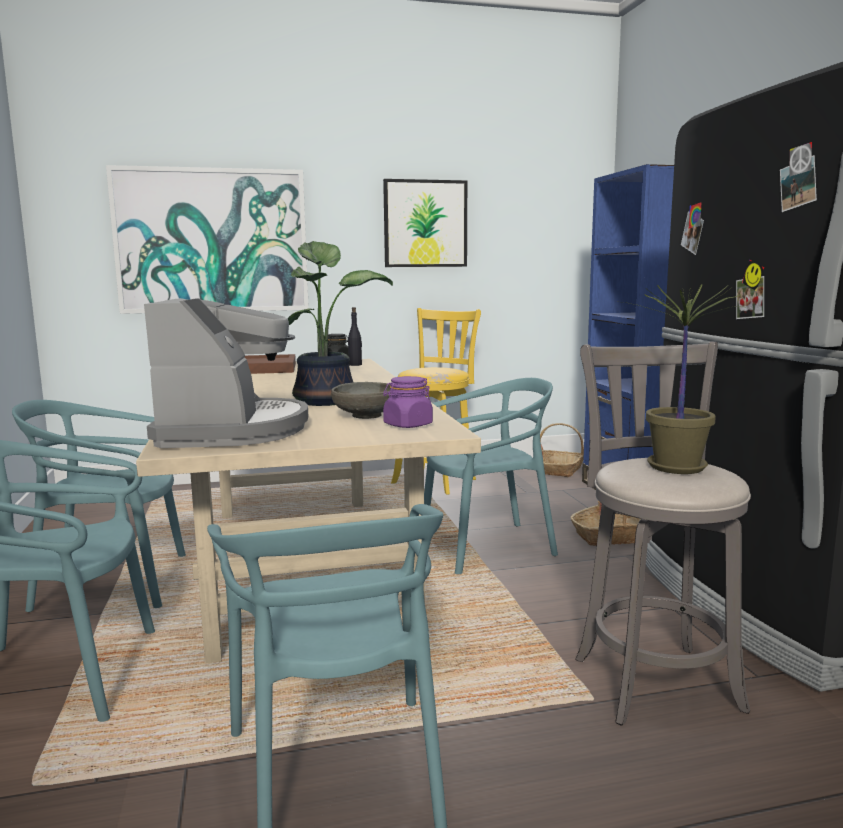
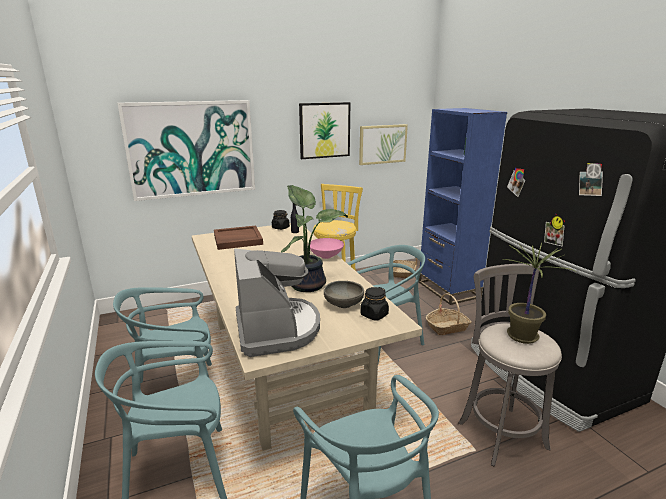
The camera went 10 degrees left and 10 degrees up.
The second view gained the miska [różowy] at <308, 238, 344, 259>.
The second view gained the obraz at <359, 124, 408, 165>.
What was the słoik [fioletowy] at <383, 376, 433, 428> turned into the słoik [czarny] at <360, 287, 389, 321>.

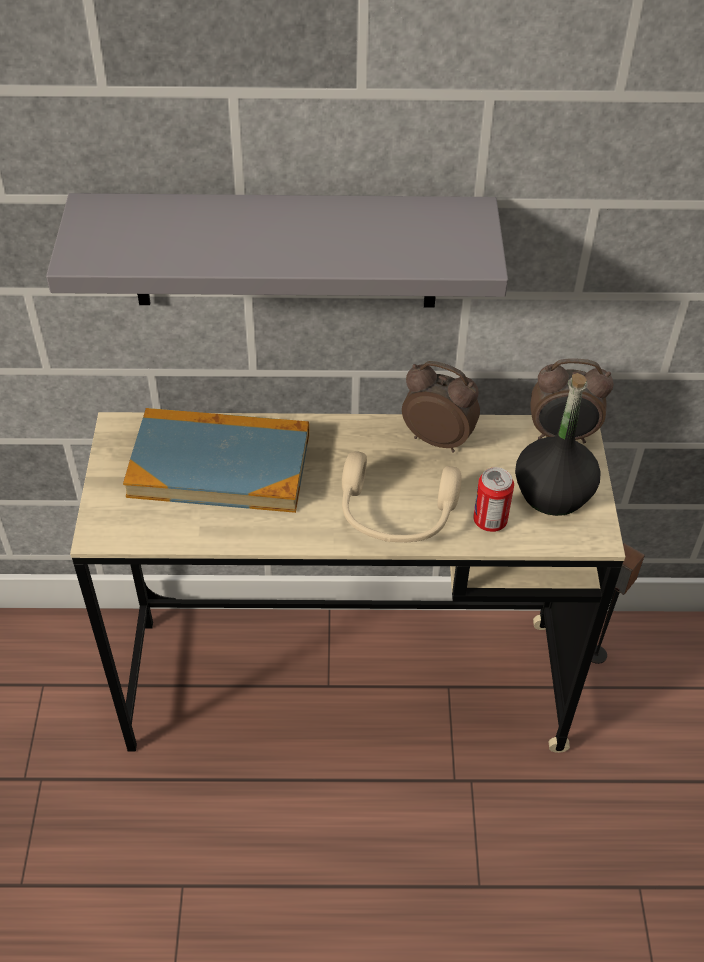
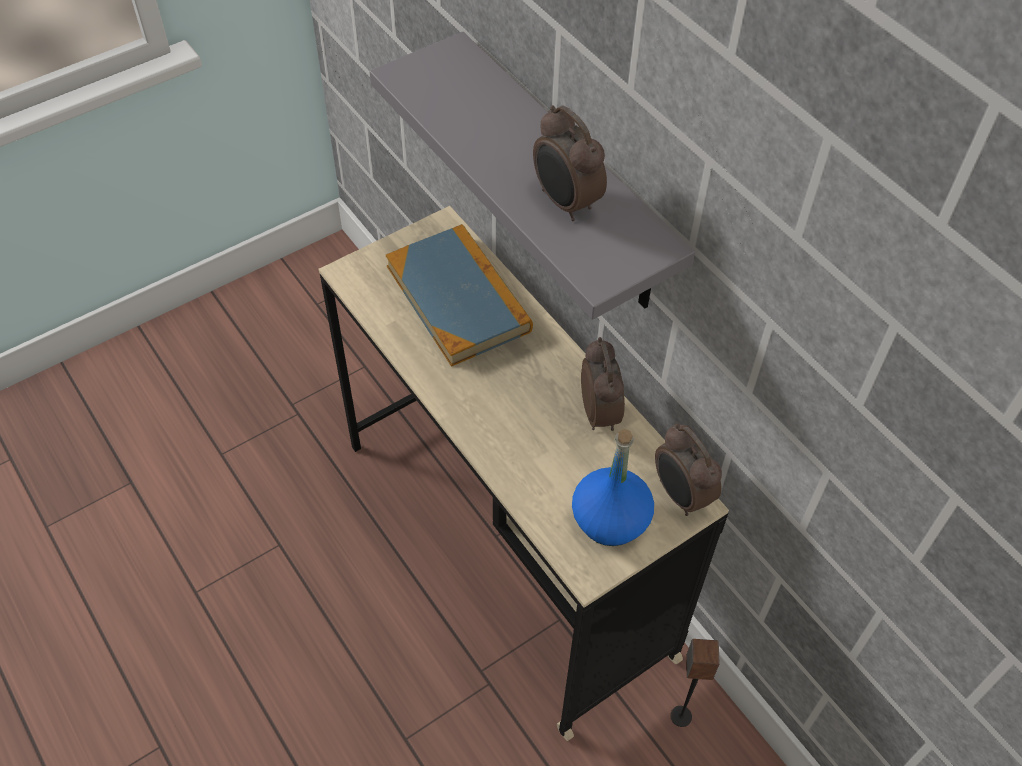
The camera went 55 degrees right and 5 degrees up.
The second view gained the budzik at <533, 105, 607, 221>.
What was the butelka [czarny] at <515, 373, 601, 516> turned into the butelka [niebieski] at <572, 429, 654, 546>.
The second view lost the słuchawki [beżowy] at <342, 451, 462, 542>.
The second view lost the puszka at <473, 467, 514, 532>.

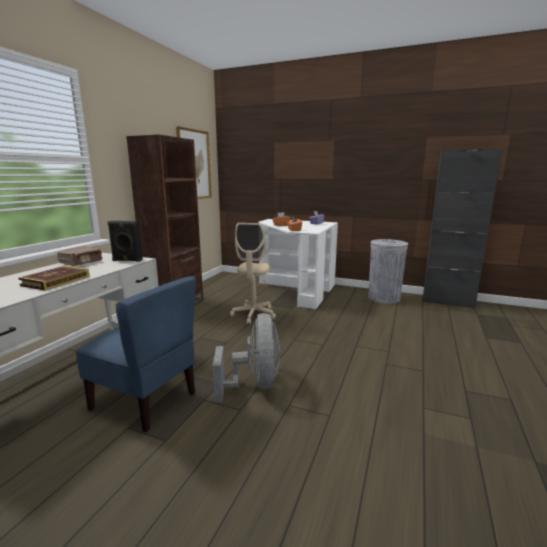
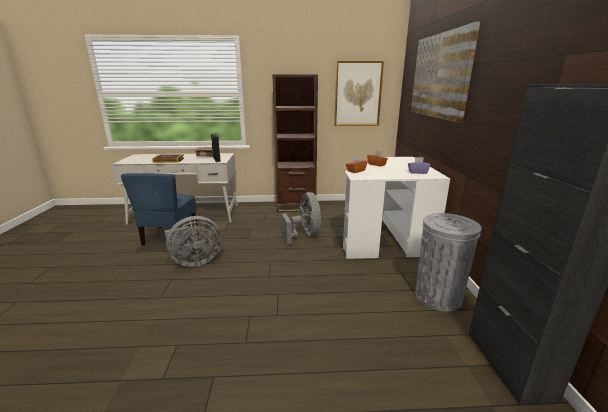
The camera went 65 degrees right and 5 degrees up.
Where the krzesło biurowe [beżowy] stood at <230, 223, 276, 324>, the wentylator [szary] came to stand at <282, 192, 321, 245>.
The second view gained the obraz at <411, 22, 480, 123>.

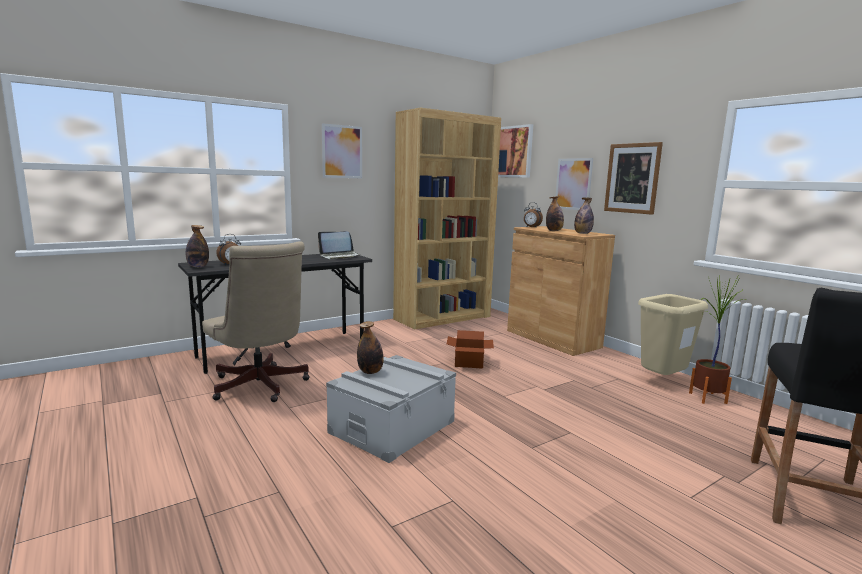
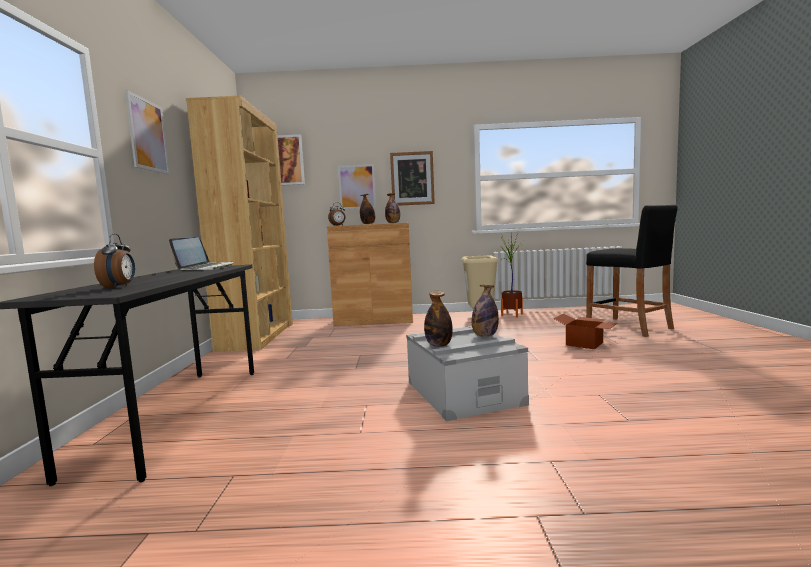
The camera went 55 degrees left and 5 degrees down.
The butelka ended up elsewhere, having gone from <186, 225, 209, 267> to <472, 285, 499, 337>.
The karton ended up elsewhere, having gone from <447, 330, 494, 369> to <553, 313, 618, 349>.
The second view lost the krzesło biurowe [beżowy] at <202, 241, 310, 402>.

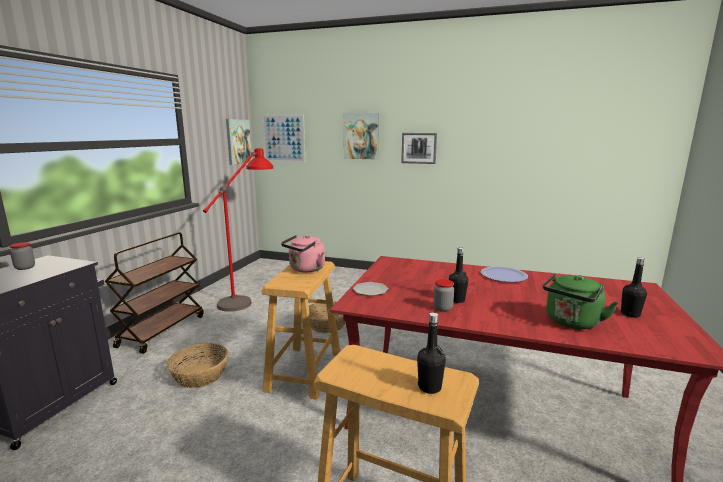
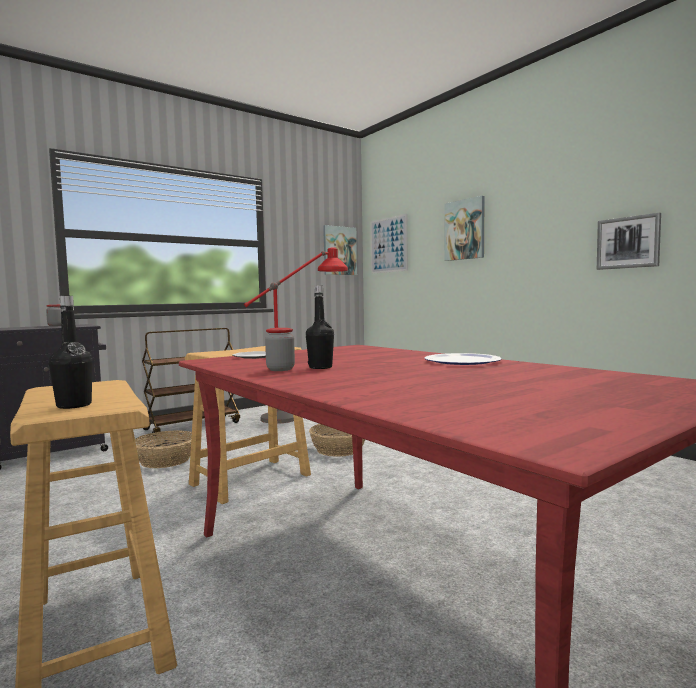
The camera went 35 degrees right and 10 degrees down.
The obraz ended up elsewhere, having gone from <401, 133, 437, 164> to <597, 213, 661, 270>.
The second view lost the czajnik [różowy] at <281, 235, 325, 272>.
The second view lost the czajnik [zielony] at <543, 273, 618, 329>.
The second view lost the butelka [czarny] at <621, 258, 647, 318>.

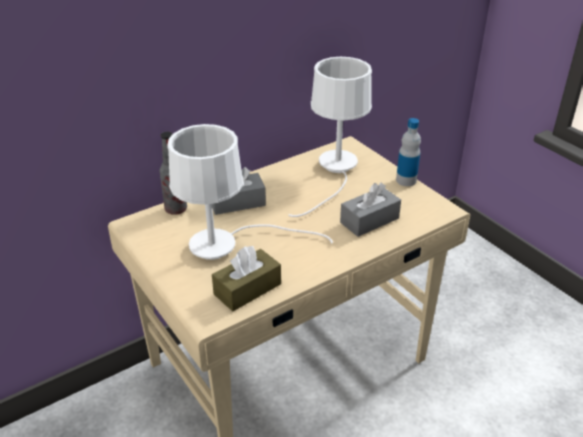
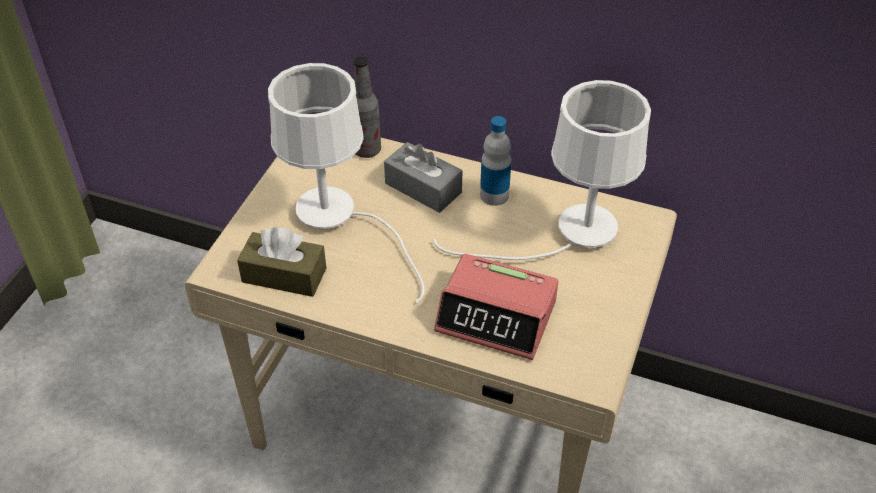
The camera went 55 degrees right and 10 degrees up.
Where the pudełko chusteczek [szary] stood at <340, 183, 401, 237>, the budzik came to stand at <434, 254, 558, 360>.
The butelka ended up elsewhere, having gone from <396, 118, 421, 186> to <480, 116, 511, 206>.

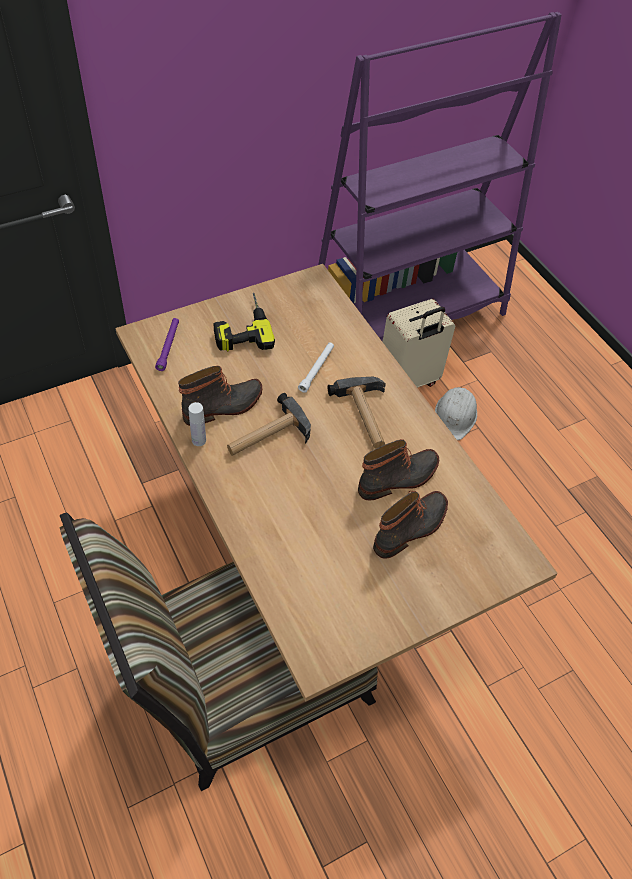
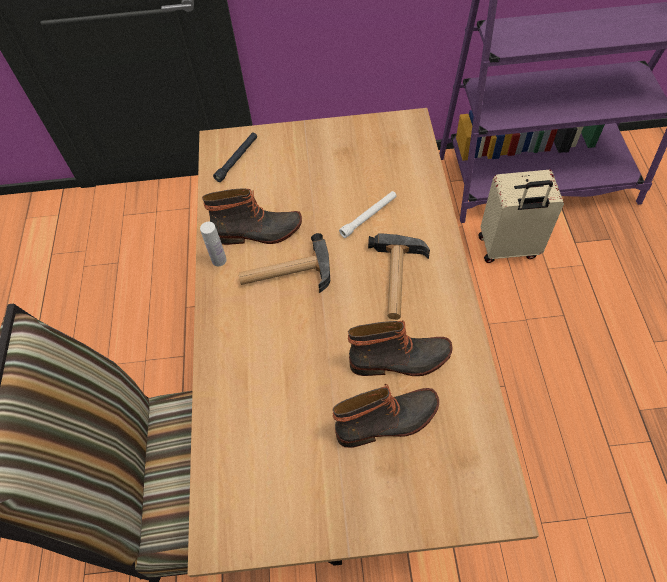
The camera went 30 degrees right and 5 degrees up.
What was the latarka [fioletowy] at <155, 318, 179, 371> turned into the latarka [czarny] at <213, 133, 257, 182>.
The second view lost the wiertarka at <213, 292, 275, 352>.
The second view lost the kask [biały] at <435, 387, 477, 440>.

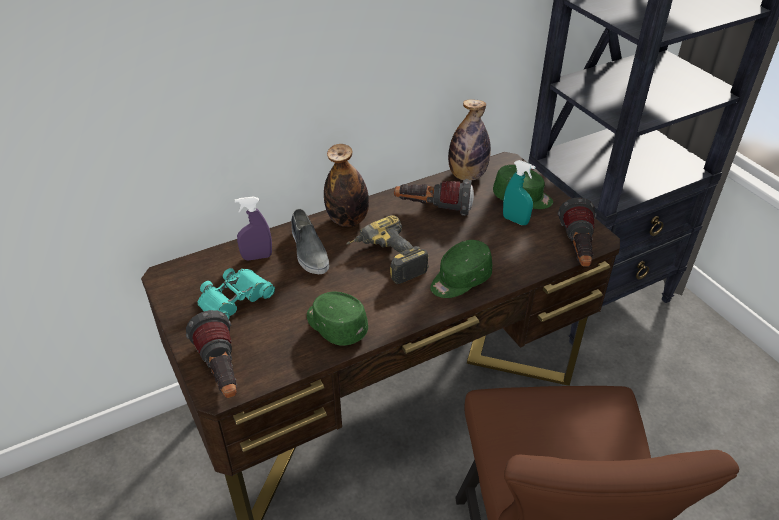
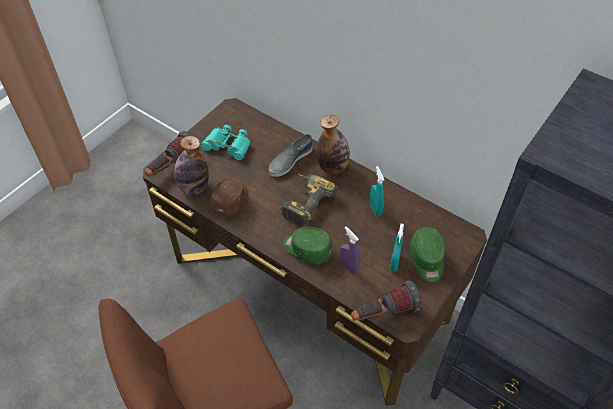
The camera went 65 degrees right and 10 degrees up.
The butelka ended up elsewhere, having gone from <448, 99, 491, 180> to <174, 136, 209, 195>.
What was the czapka z daszkiem [zielony] at <307, 291, 368, 346> turned into the czapka z daszkiem [brązowy] at <211, 178, 247, 216>.
The spryskiwacz [fioletowy] ended up elsewhere, having gone from <235, 196, 272, 261> to <340, 226, 360, 275>.
Where the latarka stood at <394, 179, 474, 216>, the spryskiwacz [turkusowy] came to stand at <370, 166, 384, 216>.

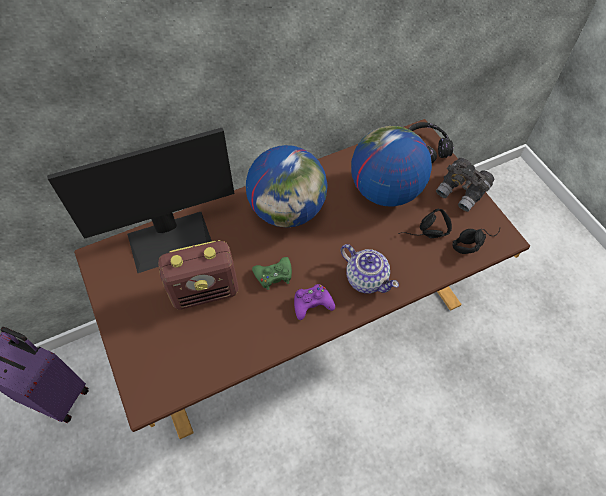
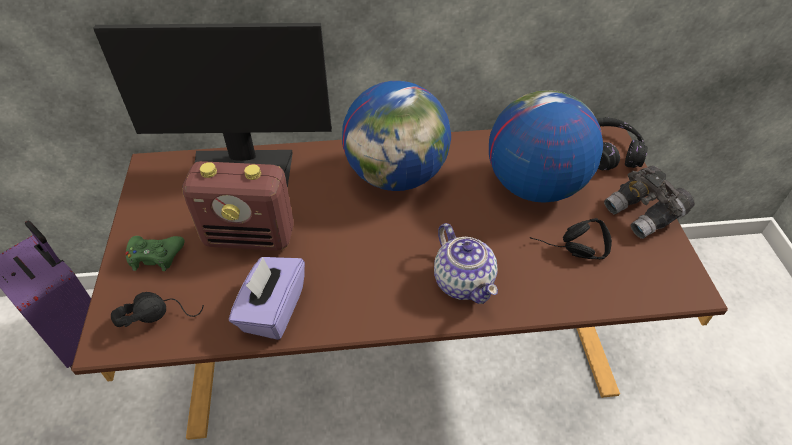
The camera went 20 degrees right and 10 degrees down.
The słuchawki [czarny] ended up elsewhere, having gone from <452, 229, 500, 254> to <111, 292, 204, 327>.
The pad do gier [zielony] ended up elsewhere, having gone from <252, 257, 292, 290> to <125, 236, 185, 271>.
The second view gained the pudełko chusteczek [fioletowy] at <229, 257, 305, 340>.
The second view lost the pad do gier [fioletowy] at <294, 284, 335, 320>.

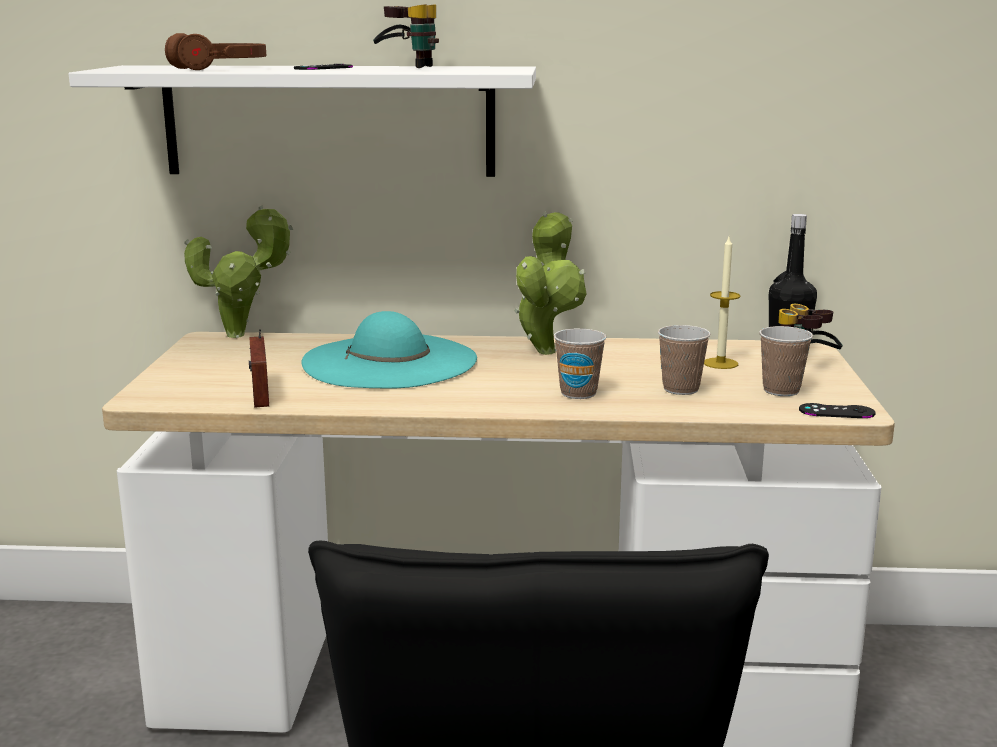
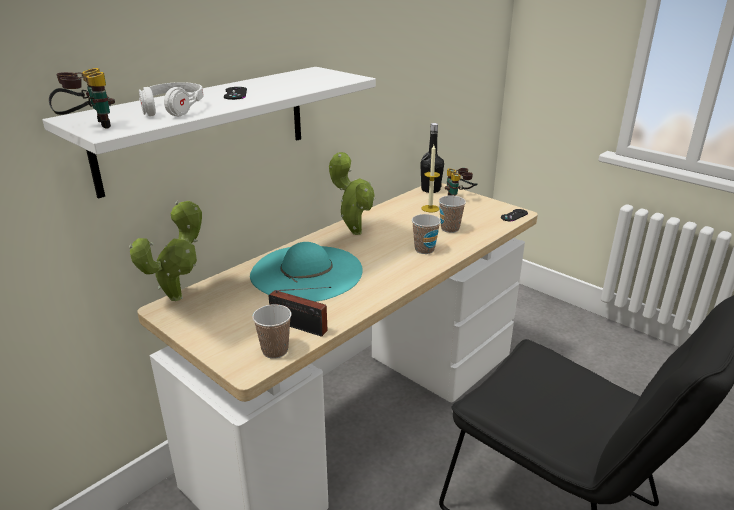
The camera went 50 degrees left and 10 degrees up.
The lornetka ended up elsewhere, having gone from <373, 4, 439, 68> to <49, 68, 115, 129>.
What was the słuchawki [brązowy] at <165, 33, 266, 70> turned into the słuchawki [biały] at <139, 82, 204, 116>.
The filiżanka ended up elsewhere, having gone from <759, 326, 813, 396> to <252, 304, 292, 358>.

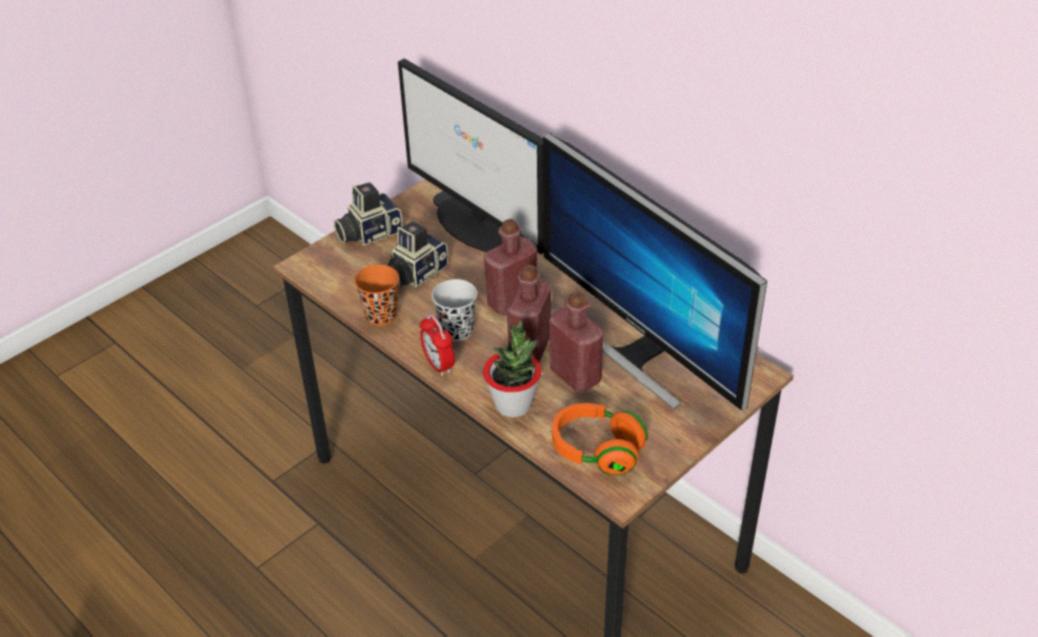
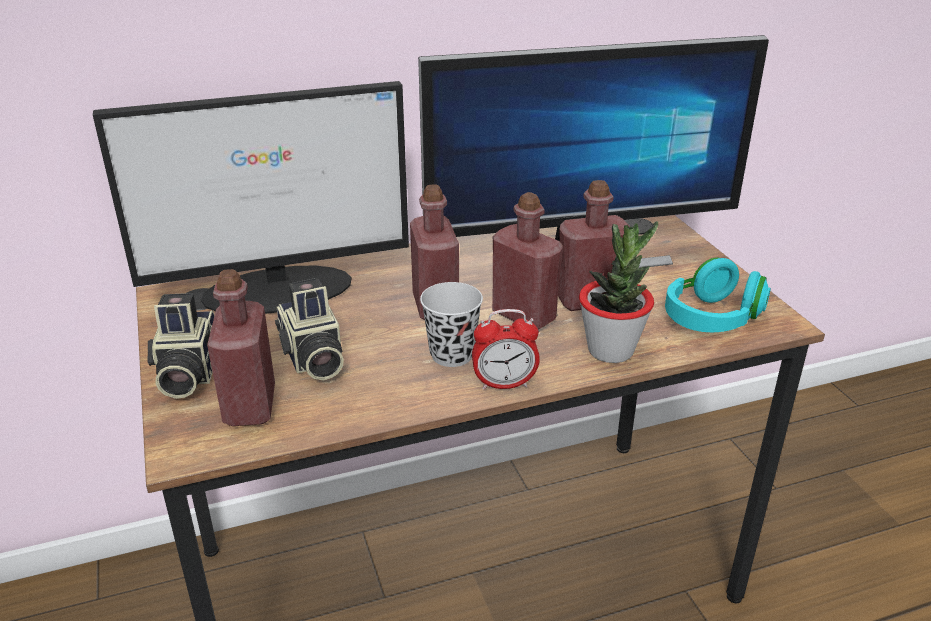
The camera went 65 degrees left and 10 degrees down.
The second view gained the butelka [czerwony] at <207, 269, 275, 426>.
What was the słuchawki [pomarańczowy] at <552, 403, 648, 475> turned into the słuchawki [turkusowy] at <665, 257, 771, 332>.
The second view lost the filiżanka [pomarańczowy] at <354, 265, 399, 326>.

